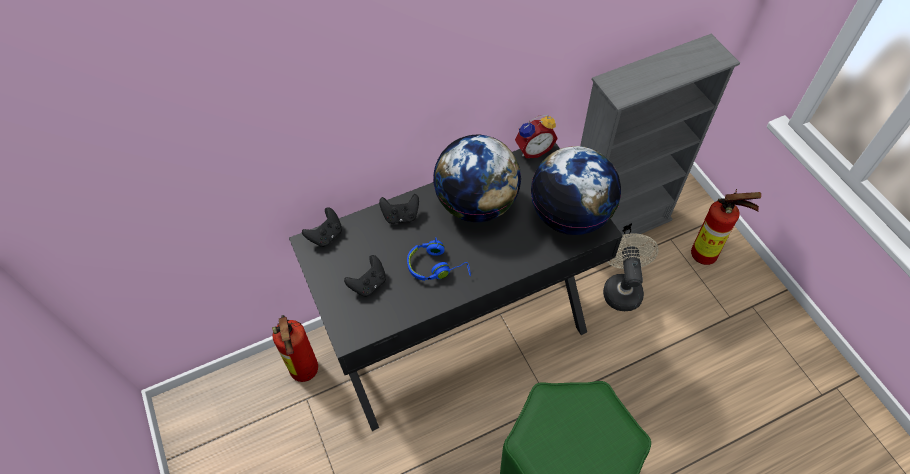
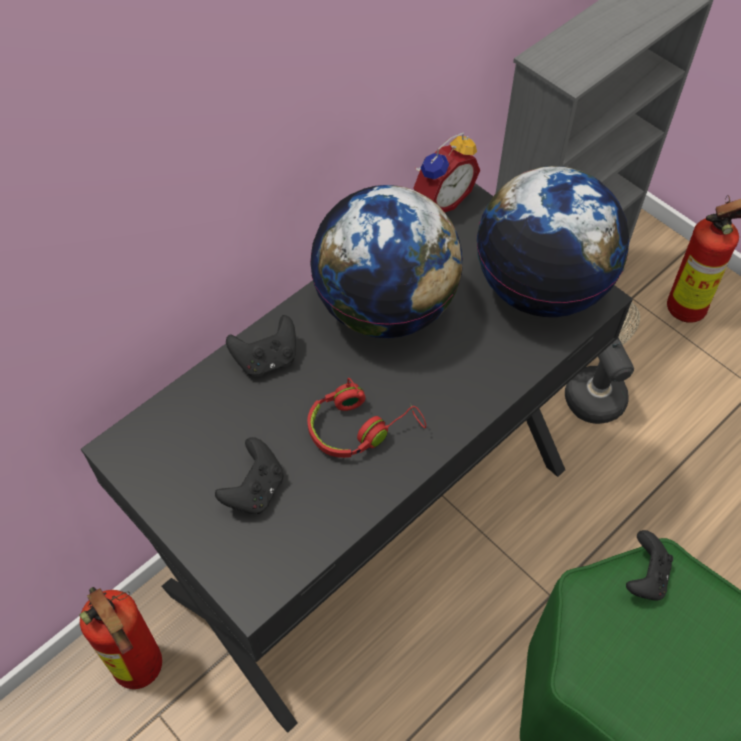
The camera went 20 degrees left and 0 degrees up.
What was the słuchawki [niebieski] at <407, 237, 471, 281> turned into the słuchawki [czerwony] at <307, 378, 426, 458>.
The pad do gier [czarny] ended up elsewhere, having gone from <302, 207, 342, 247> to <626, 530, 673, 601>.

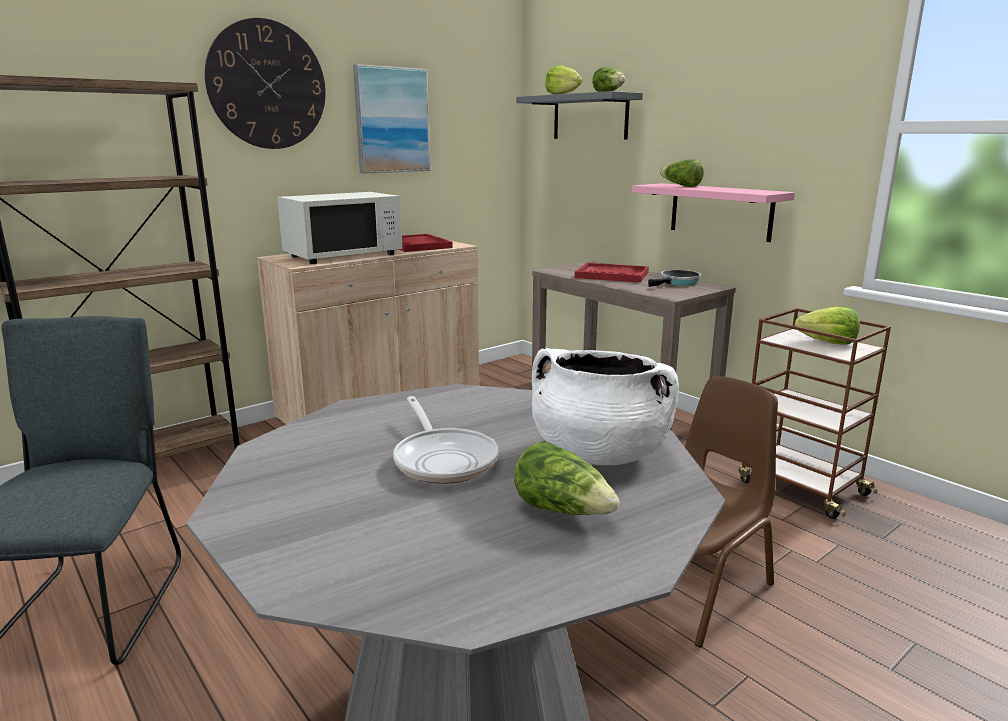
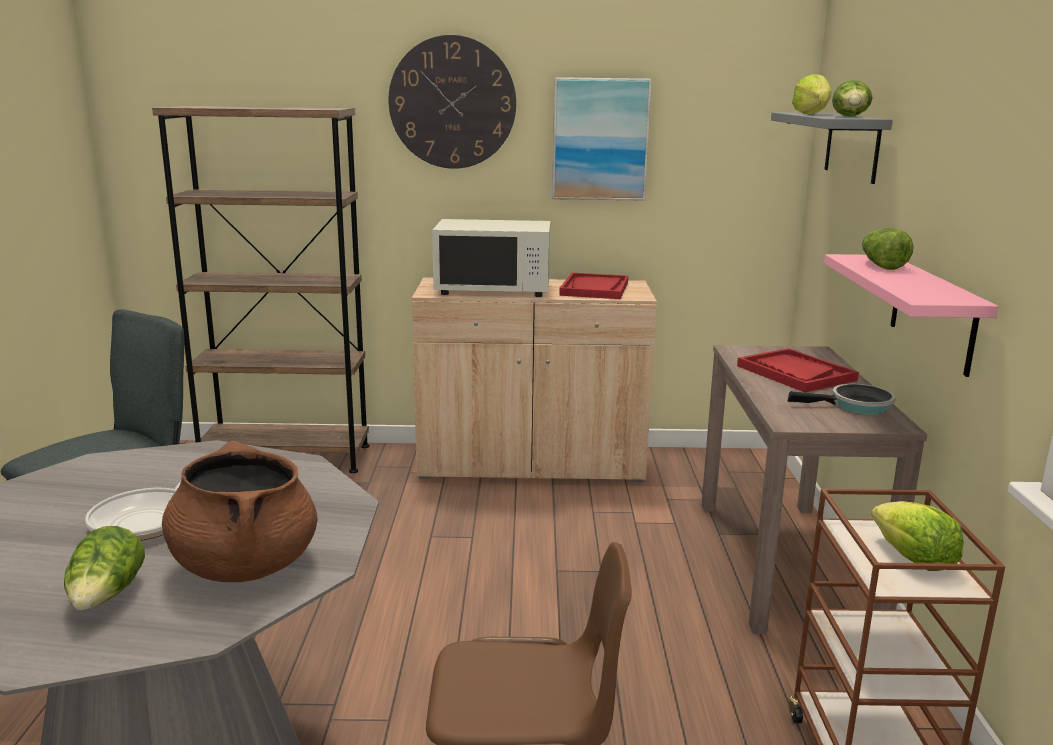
The camera went 40 degrees right and 0 degrees up.
What was the garnek [biały] at <532, 349, 679, 465> turned into the garnek [brązowy] at <162, 441, 318, 582>.

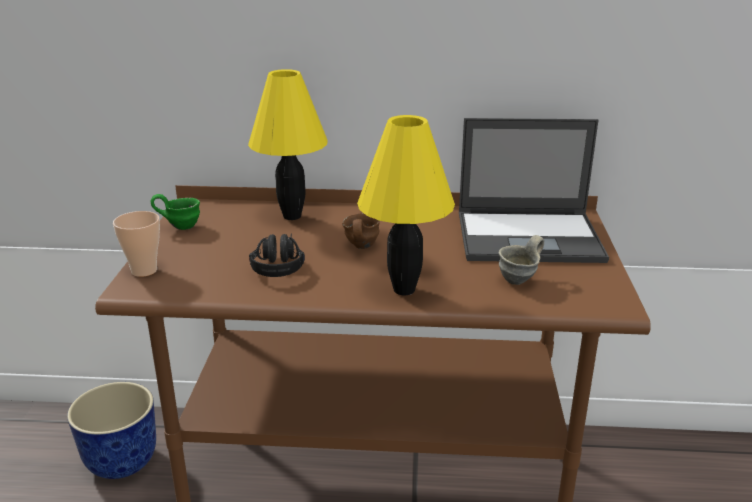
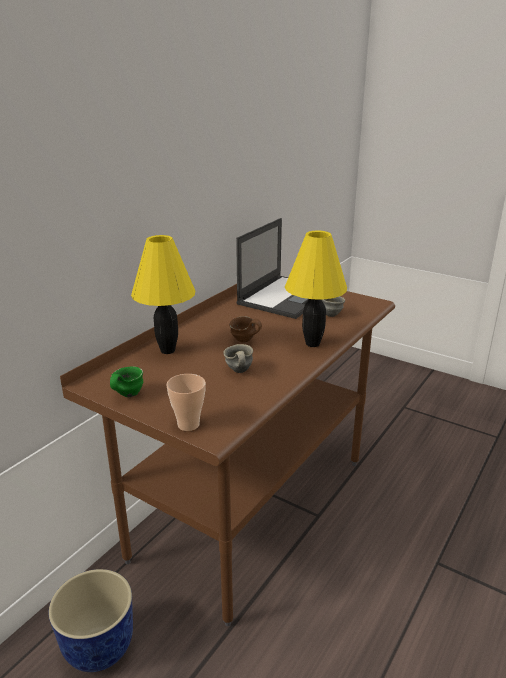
The camera went 60 degrees left and 0 degrees up.
Where the słuchawki [czarny] stood at <249, 233, 305, 277>, the kubek [szary] came to stand at <223, 344, 253, 373>.

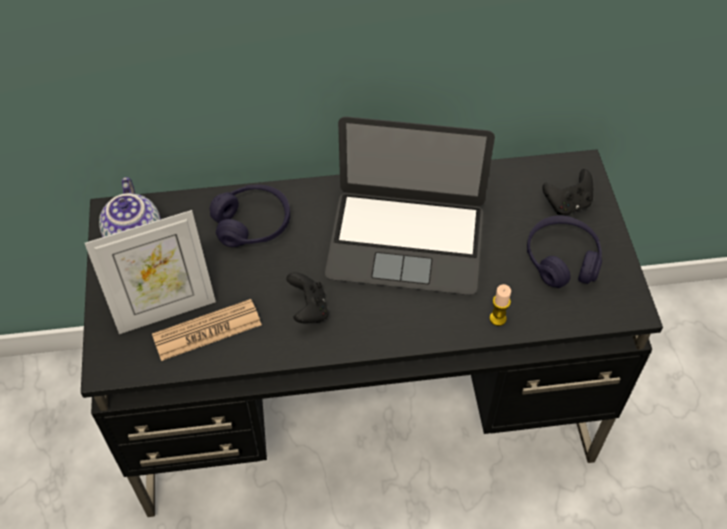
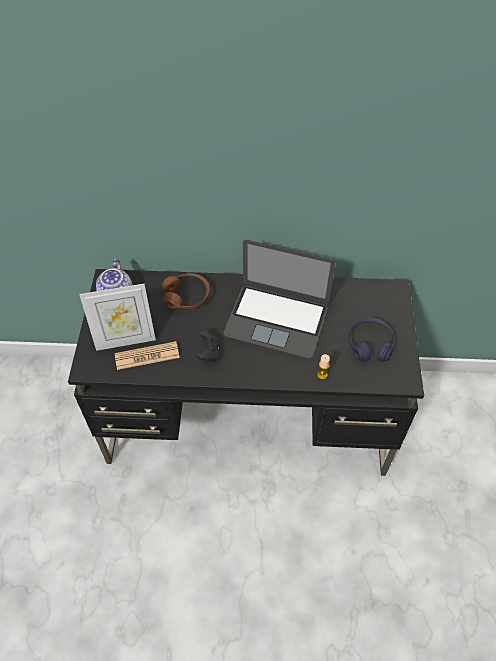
The camera went 10 degrees right and 0 degrees up.
What was the słuchawki [fioletowy] at <210, 185, 290, 247> turned into the słuchawki [brązowy] at <162, 273, 210, 309>.
The second view lost the pad do gier [czarny] at <542, 169, 593, 215>.

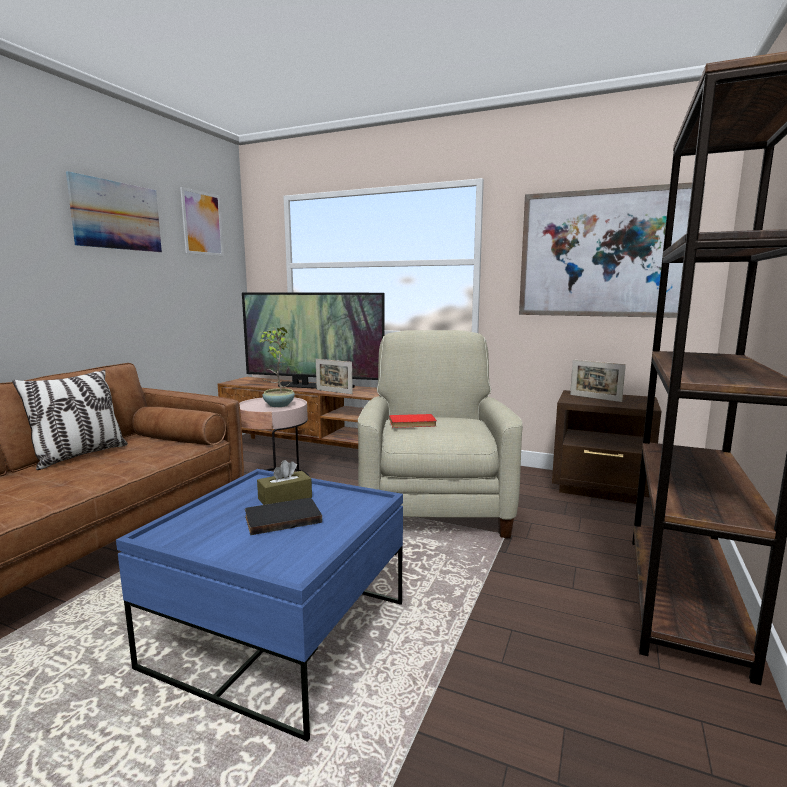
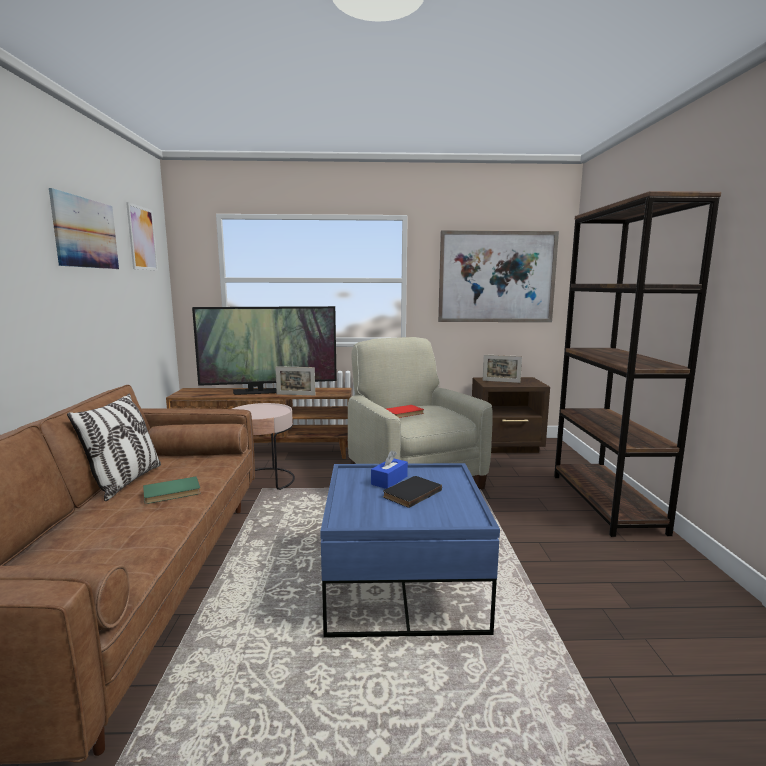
The camera went 25 degrees left and 0 degrees up.
The second view gained the książka [zielony] at <143, 476, 201, 504>.
What was the pudełko chusteczek [brązowy] at <257, 460, 312, 505> turned into the pudełko chusteczek [niebieski] at <371, 450, 408, 489>.
The second view lost the roślina doniczkowa at <260, 327, 295, 407>.

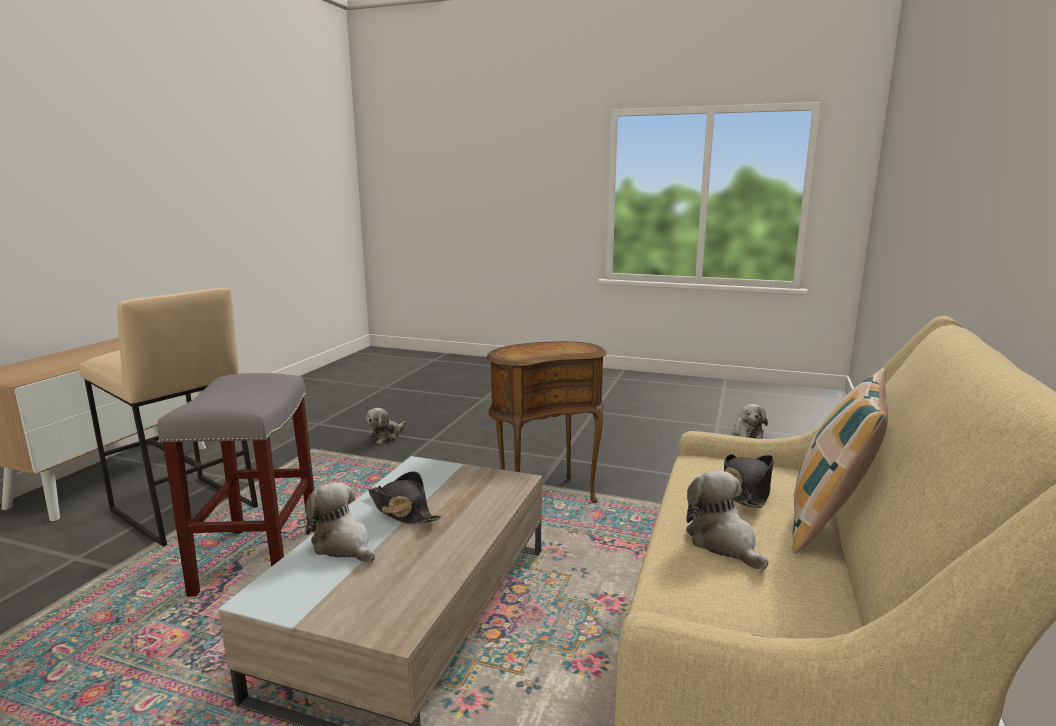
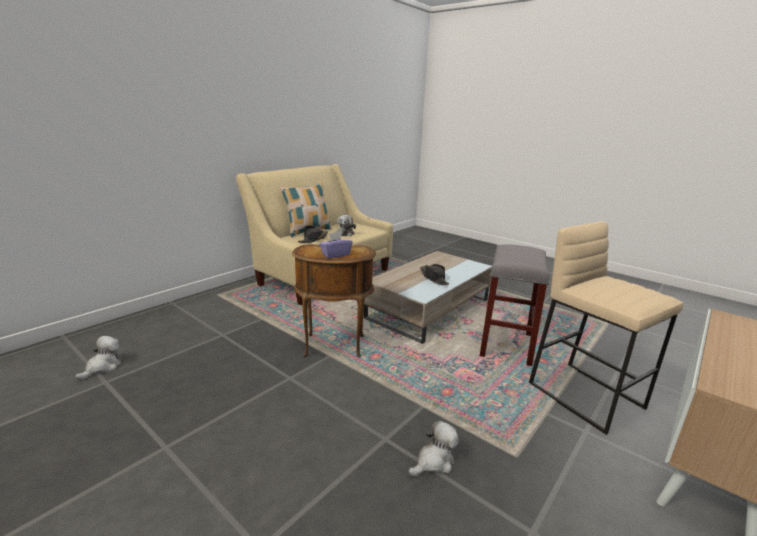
The camera went 160 degrees left and 5 degrees up.
The second view gained the pudełko chusteczek [fioletowy] at <319, 232, 353, 258>.
The second view lost the pluszak at <306, 482, 375, 563>.

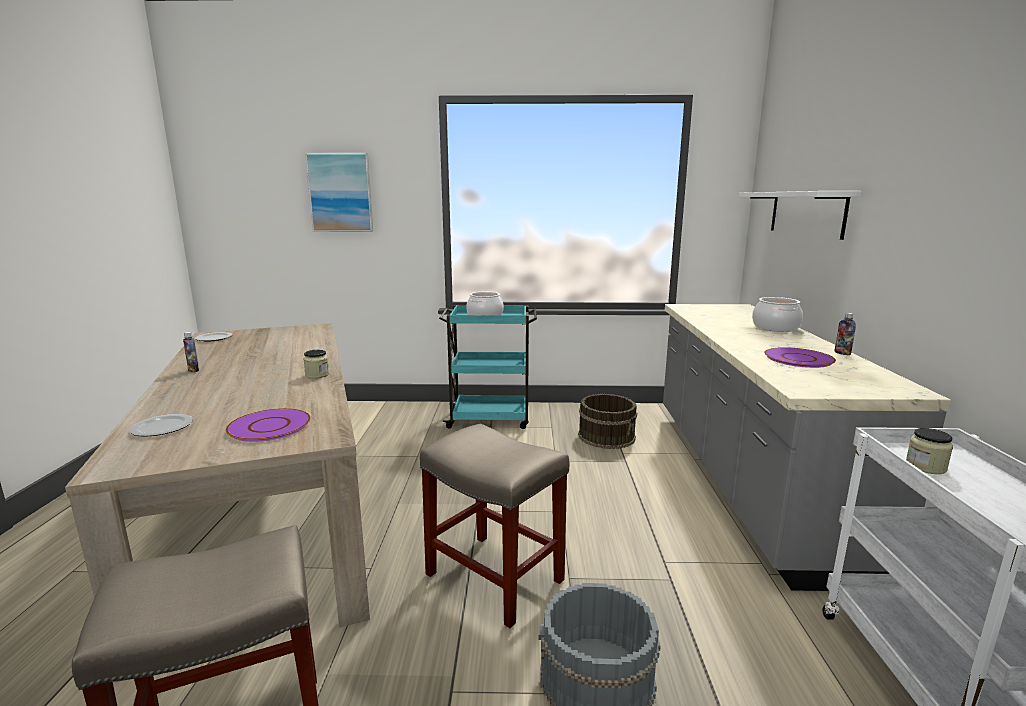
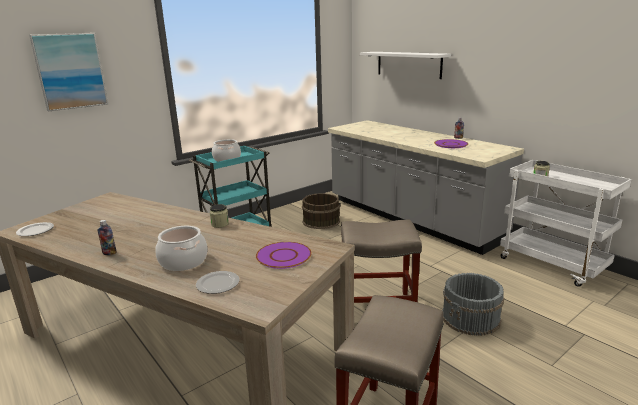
The camera went 40 degrees left and 5 degrees up.
The garnek ended up elsewhere, having gone from <752, 297, 803, 332> to <155, 226, 208, 271>.

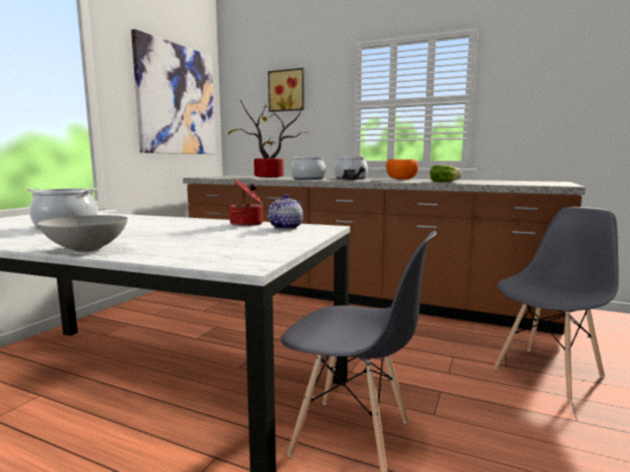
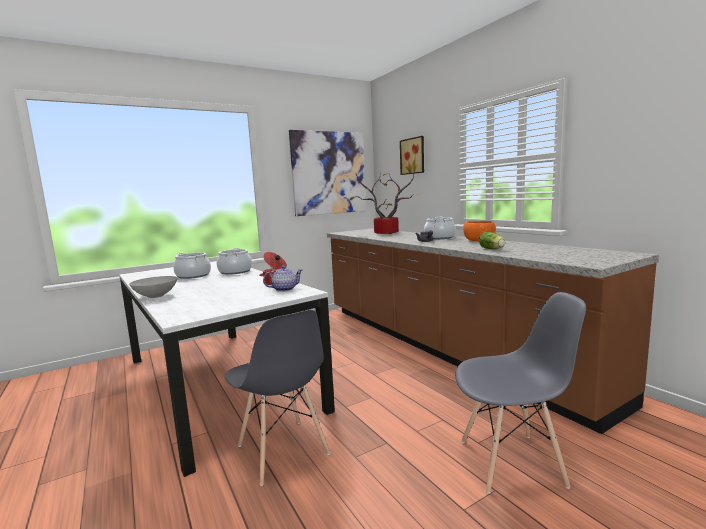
The camera went 35 degrees right and 0 degrees up.
The garnek ended up elsewhere, having gone from <291, 156, 326, 180> to <217, 248, 252, 275>.

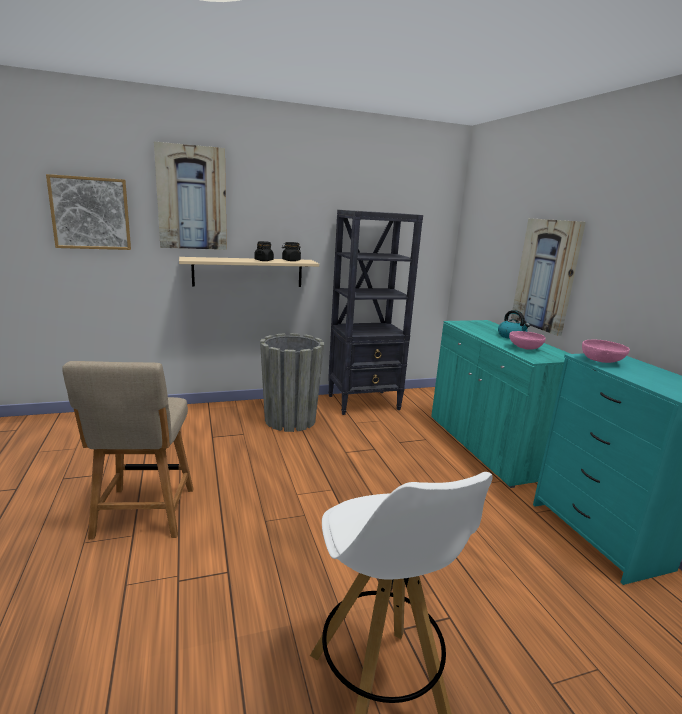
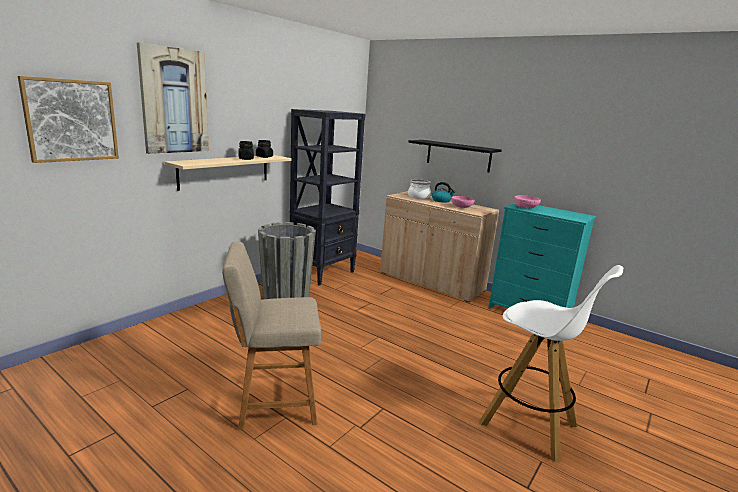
The camera went 35 degrees left and 0 degrees up.
The krzesło [beżowy] at <62, 361, 194, 540> ended up facing another way, 120 degrees clockwise from before.
What was the szafka [turkusowy] at <431, 320, 570, 488> turned into the szafka [beżowy] at <380, 191, 499, 303>.
Where the obraz hung at <511, 218, 586, 336>, the półka [czarny] came to hang at <408, 140, 502, 172>.
The second view gained the garnek at <408, 179, 431, 199>.

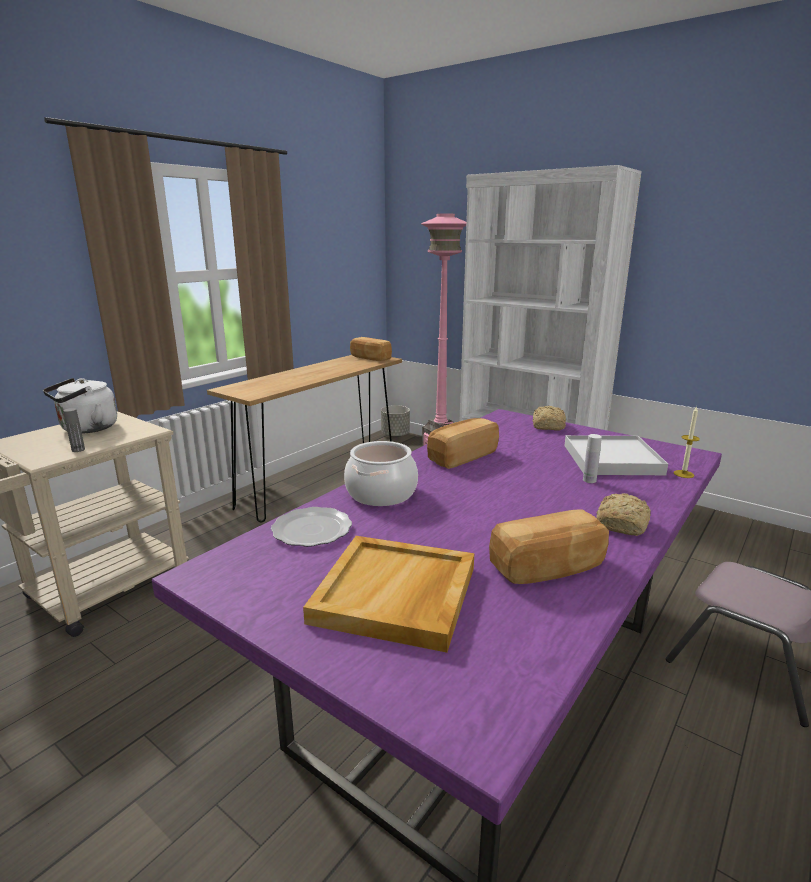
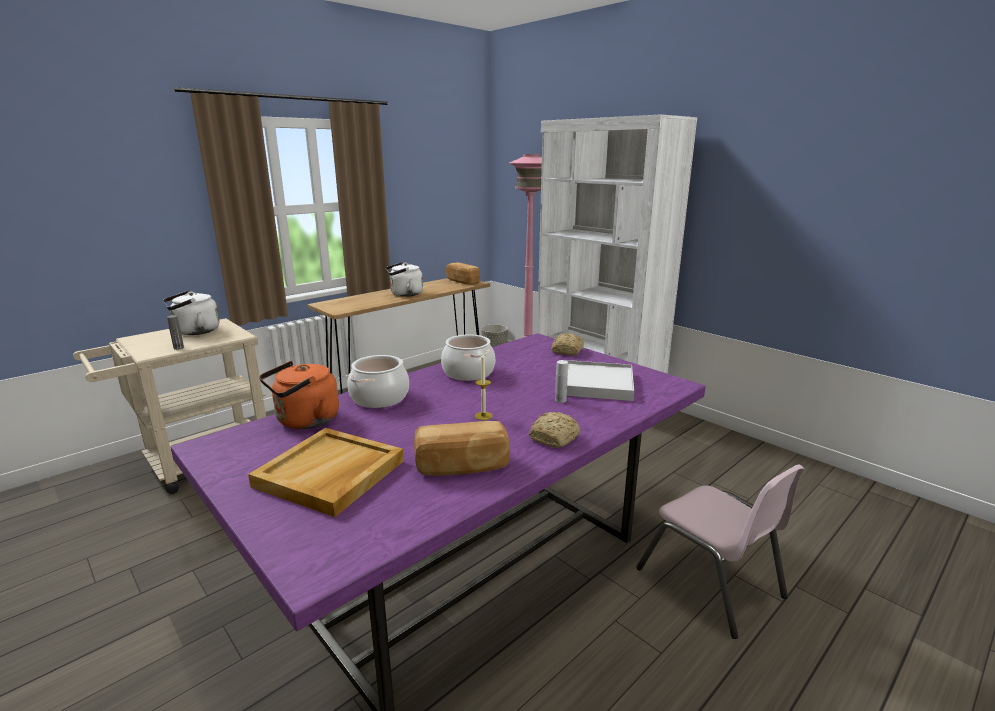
The camera went 10 degrees right and 0 degrees up.
Where the talerz stood at <271, 507, 352, 547>, the czajnik [pomarańczowy] came to stand at <259, 361, 339, 429>.
The second view gained the czajnik [biały] at <385, 262, 423, 297>.
Where the chleb stood at <427, 418, 499, 469>, the garnek came to stand at <441, 334, 495, 381>.
The świeca ended up elsewhere, having gone from <674, 406, 700, 478> to <475, 354, 493, 420>.

